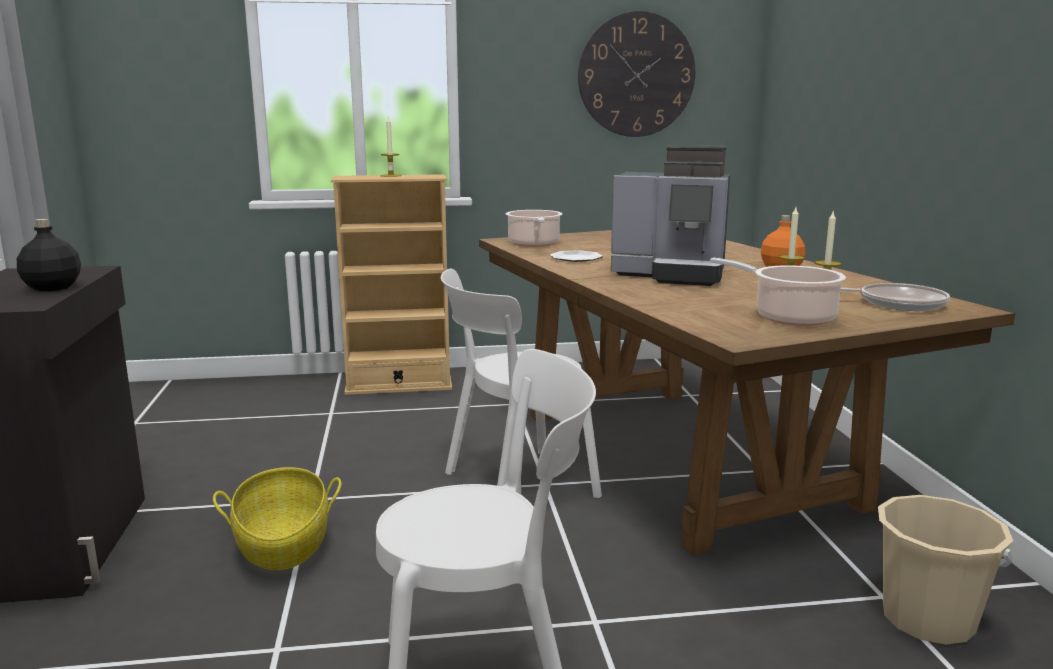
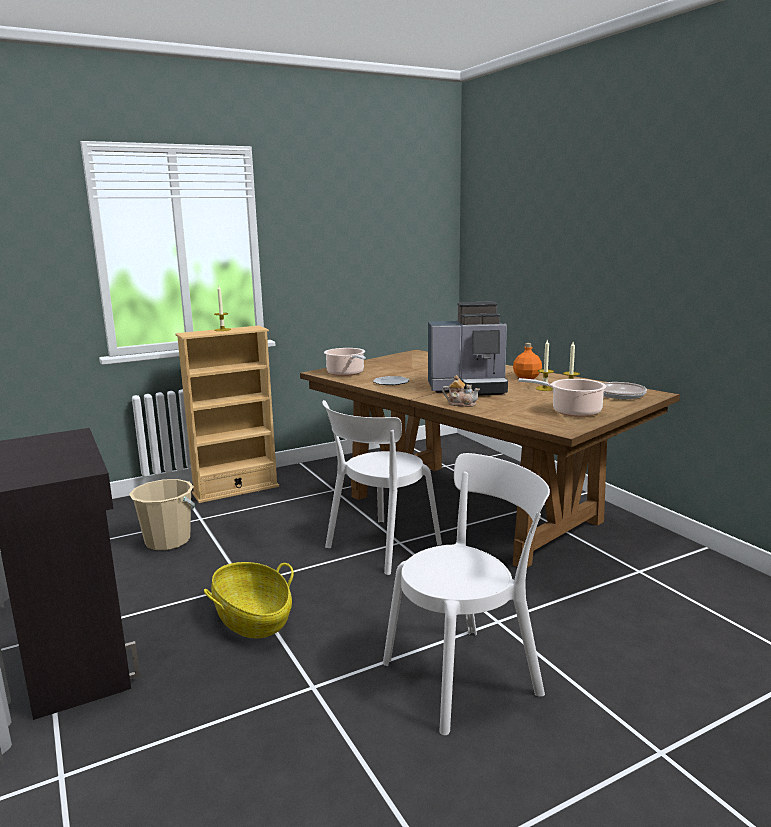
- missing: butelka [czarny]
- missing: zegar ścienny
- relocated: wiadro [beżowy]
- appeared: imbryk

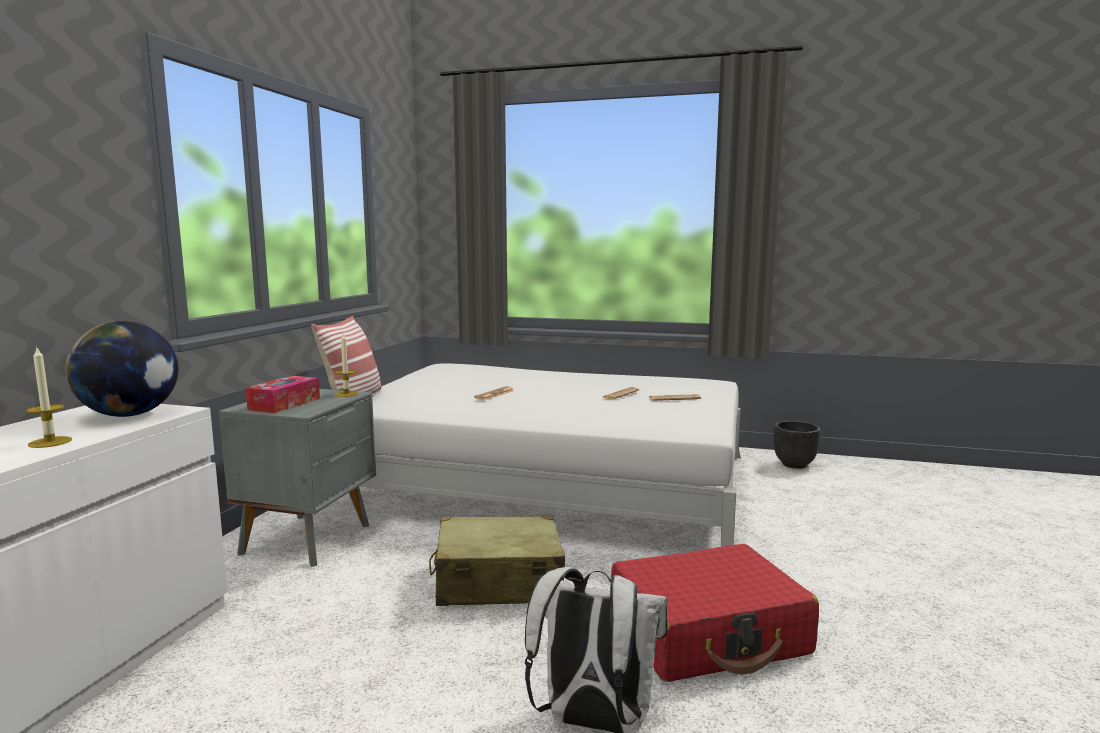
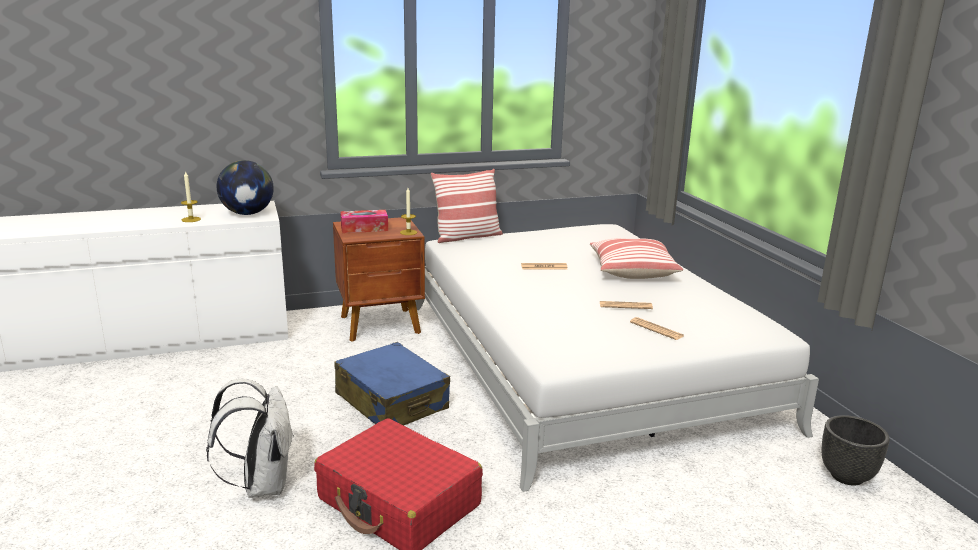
- colour: szafka nocna [szary] to szafka nocna [brązowy]
- colour: walizka [beżowy] to walizka [niebieski]
- appeared: poduszka (no. 2 from left)

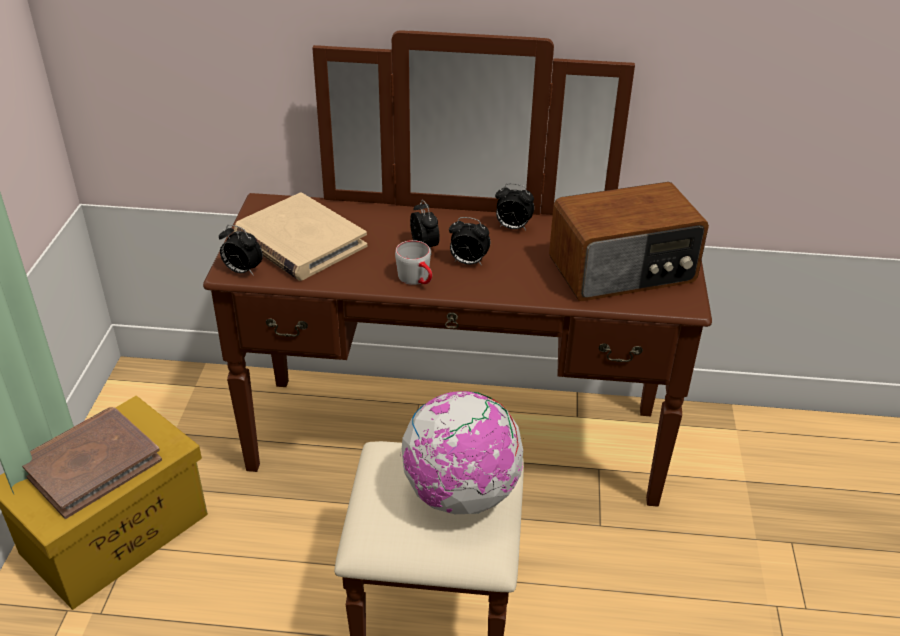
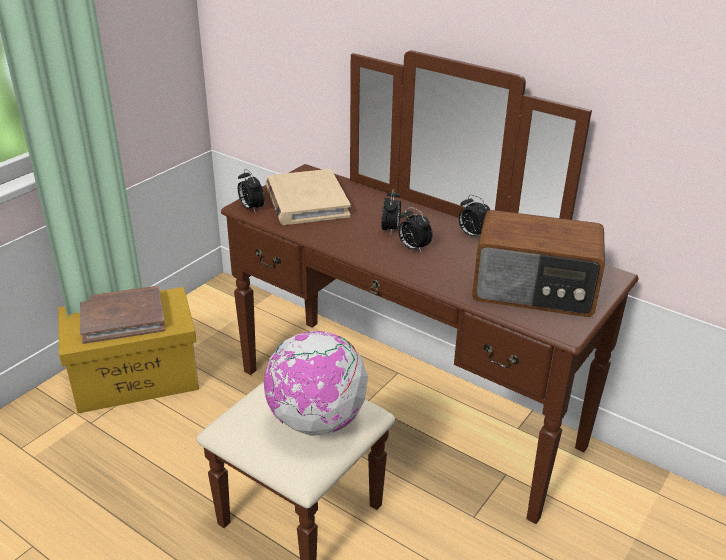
- missing: kubek [szary]

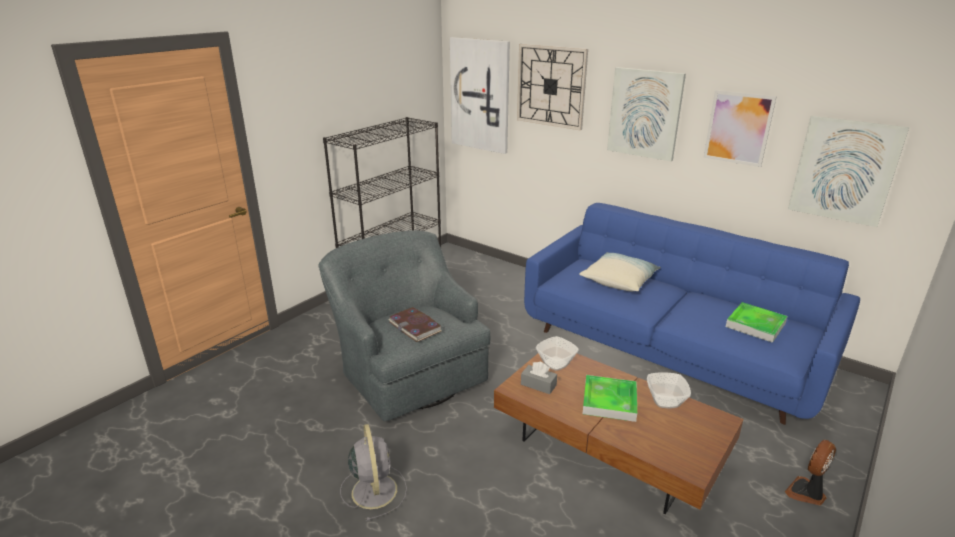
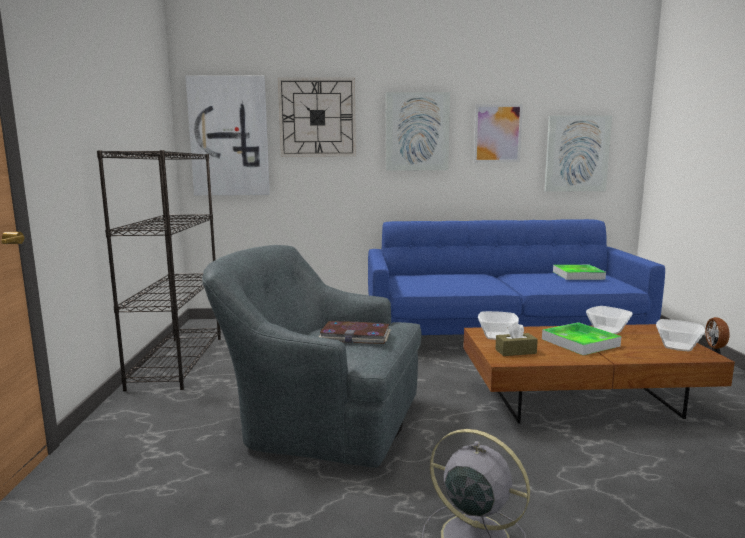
- colour: pudełko chusteczek [szary] to pudełko chusteczek [brązowy]
- missing: poduszka
- appeared: miska (no. 3 from left)

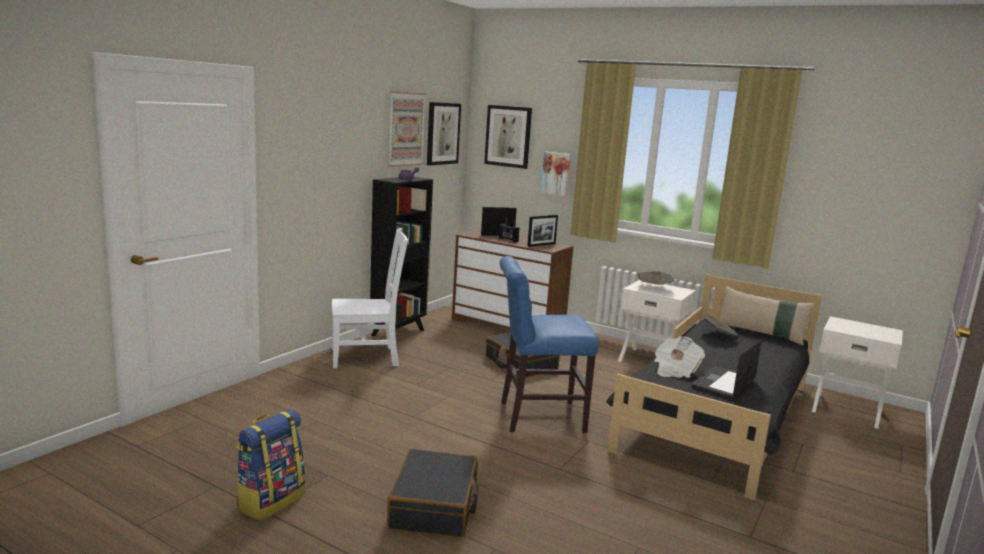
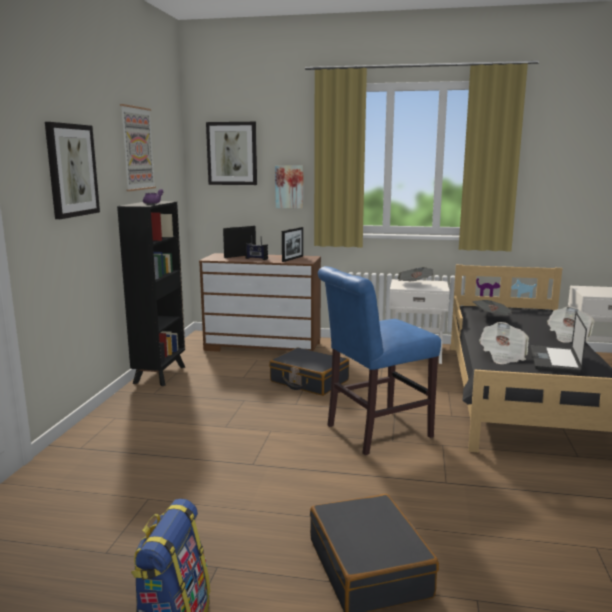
- missing: krzesło [biały]
- relocated: obraz (no. 2 from left in the first image) to obraz (no. 1 from left)
- missing: poduszka [beżowy]
- appeared: gazeta (no. 4 from left)

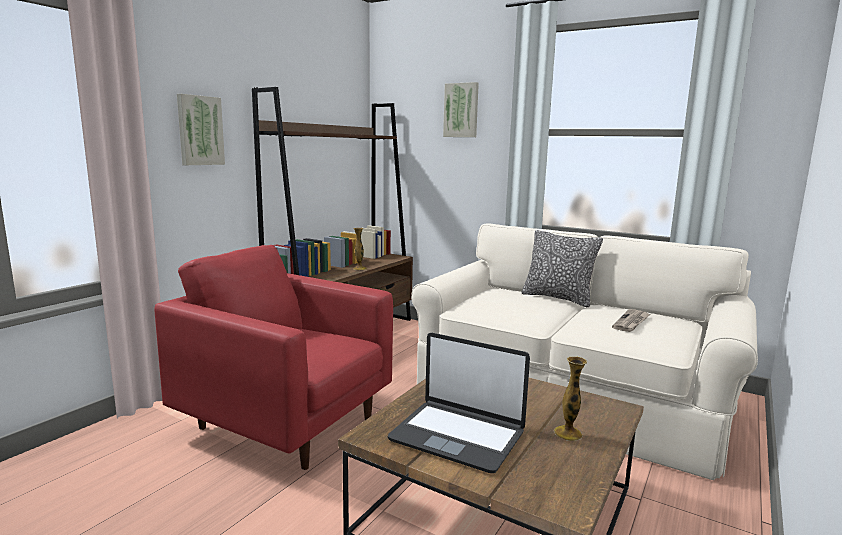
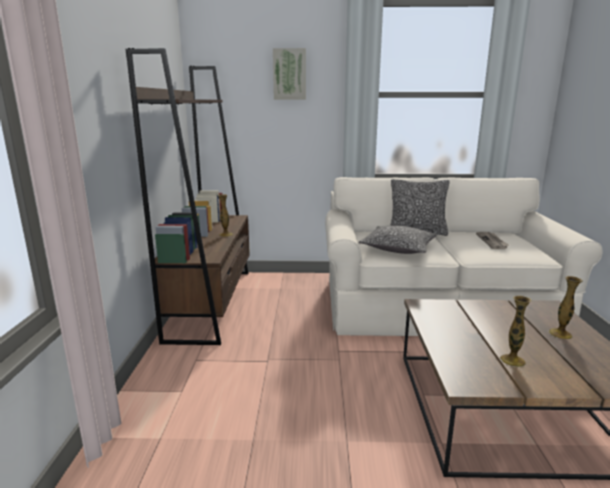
- missing: fotel [czerwony]
- missing: obraz (no. 1 from left)
- exchanged: laptop to wazon (no. 2 from left)
- appeared: poduszka (no. 1 from left)

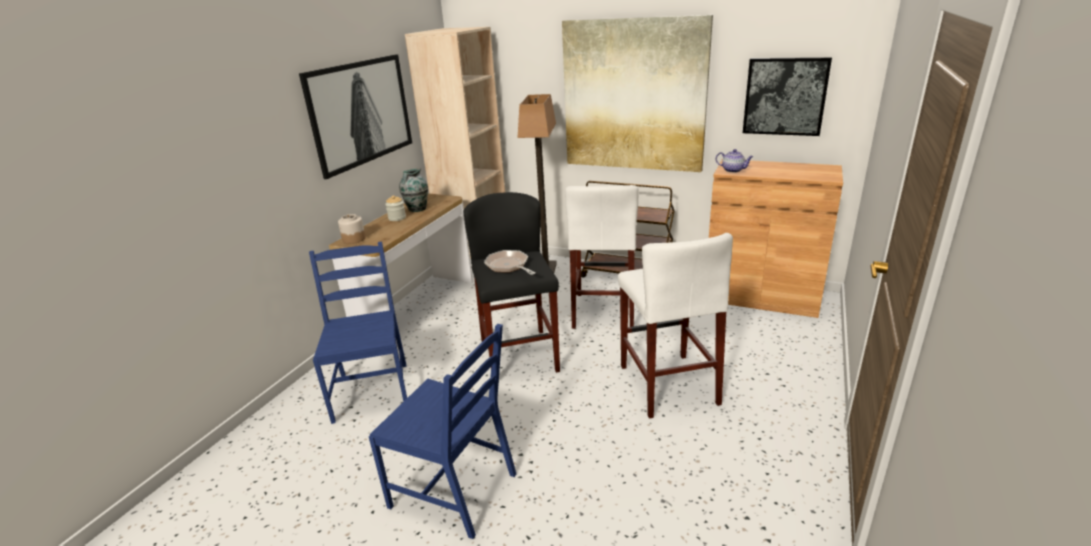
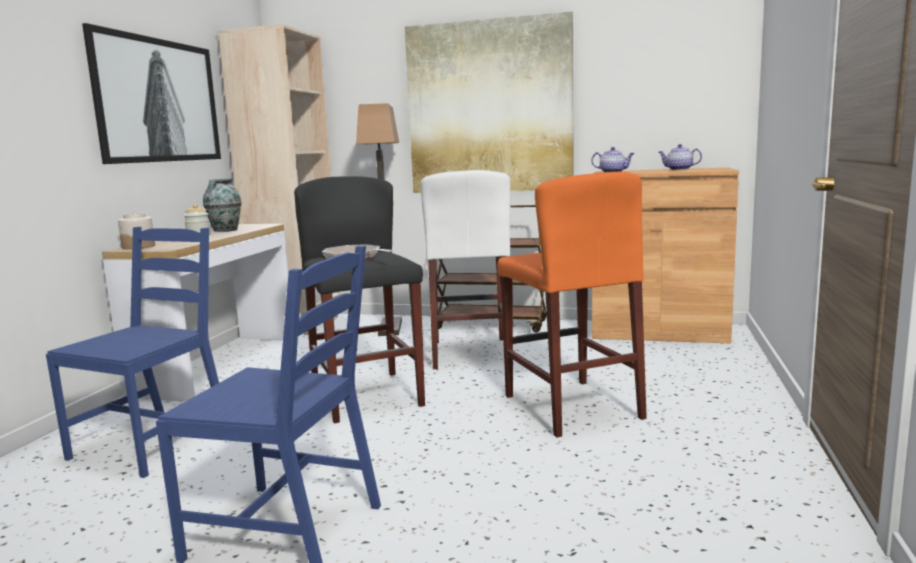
- spun: krzesło [niebieski] (no. 1 from left) 45 degrees clockwise
- colour: stołek [biały] (no. 2 from left) to stołek [pomarańczowy]
- missing: obraz (no. 3 from left)
- appeared: imbryk (no. 2 from left)

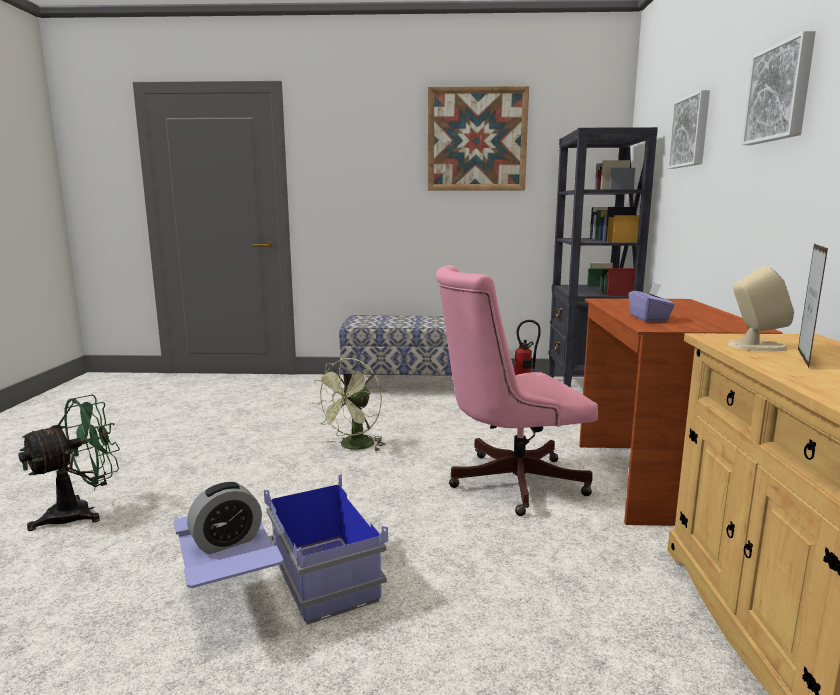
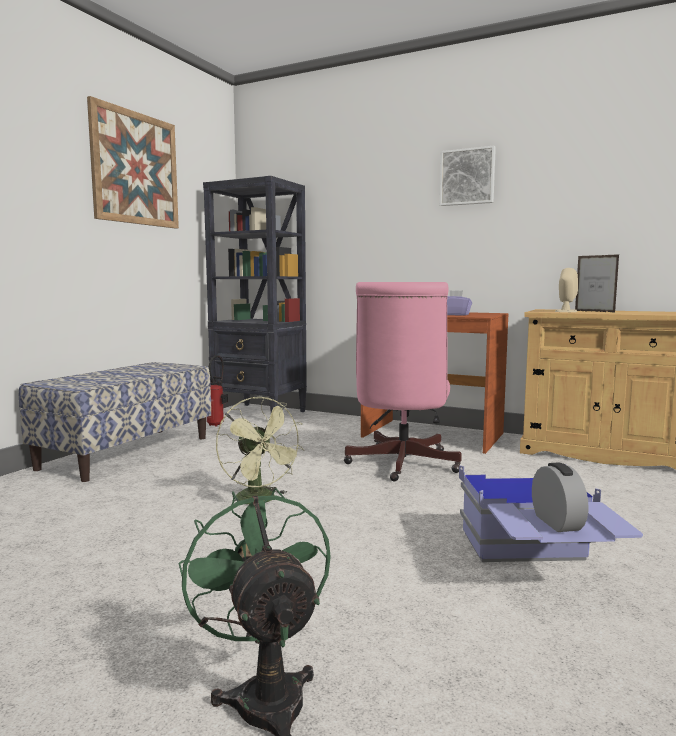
- missing: obraz (no. 2 from left)

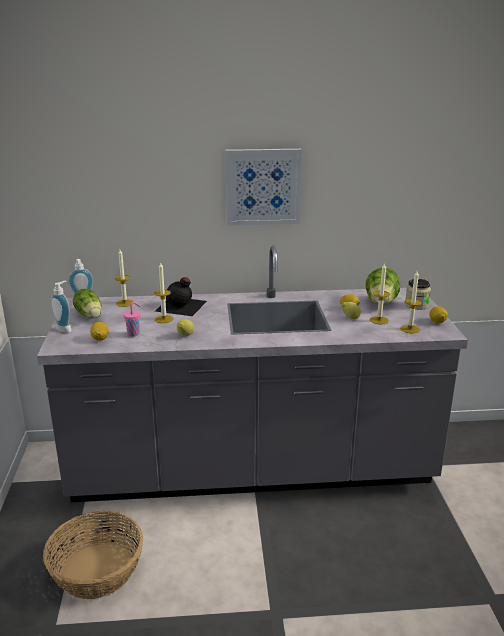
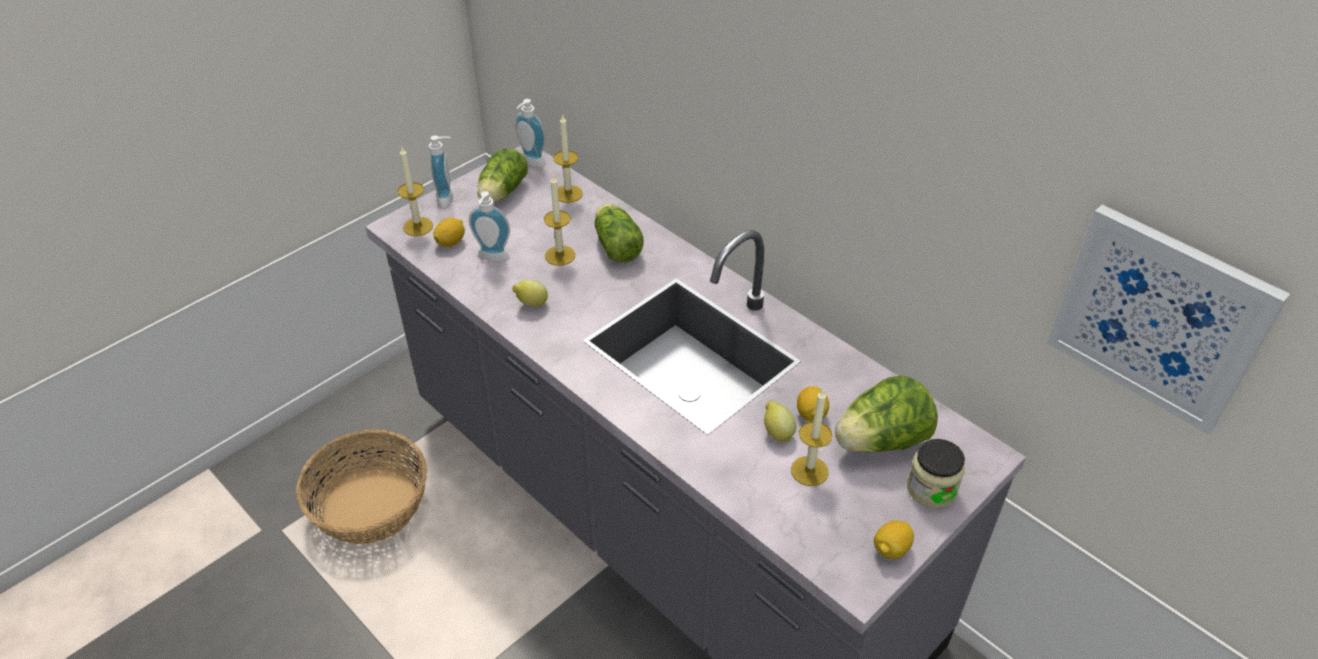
- exchanged: filiżanka [różowy] to dozownik mydła (no. 2 from left)
- exchanged: butelka [czarny] to sałata (no. 2 from left)
- relocated: obraz
- relocated: świeca (no. 4 from left in the first image) to świeca (no. 1 from left)

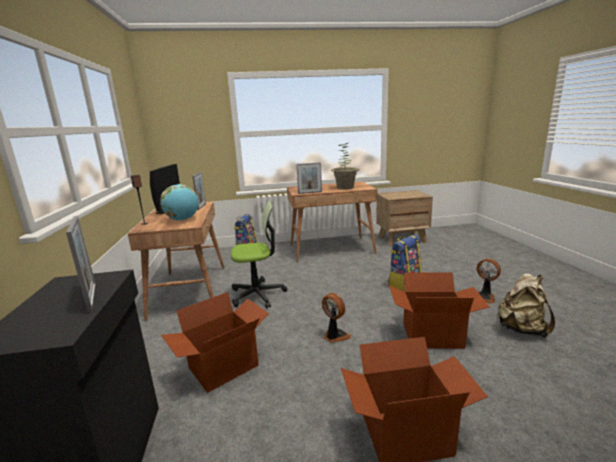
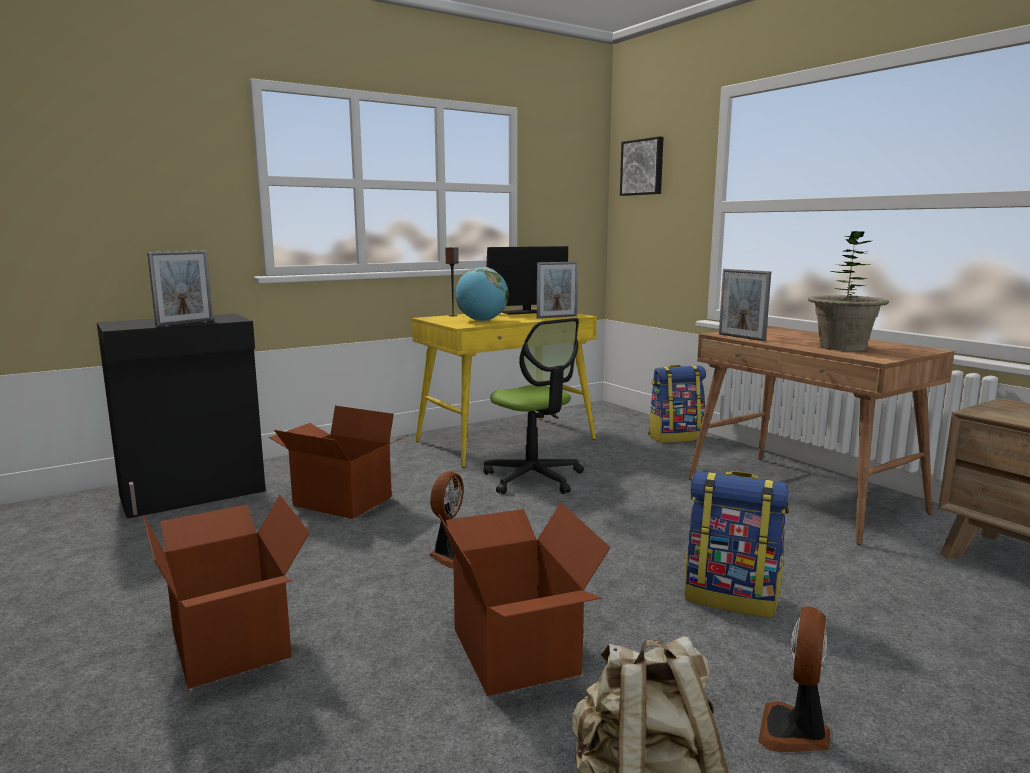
- colour: biurko [brązowy] (no. 1 from left) to biurko [żółty]
- appeared: obraz

